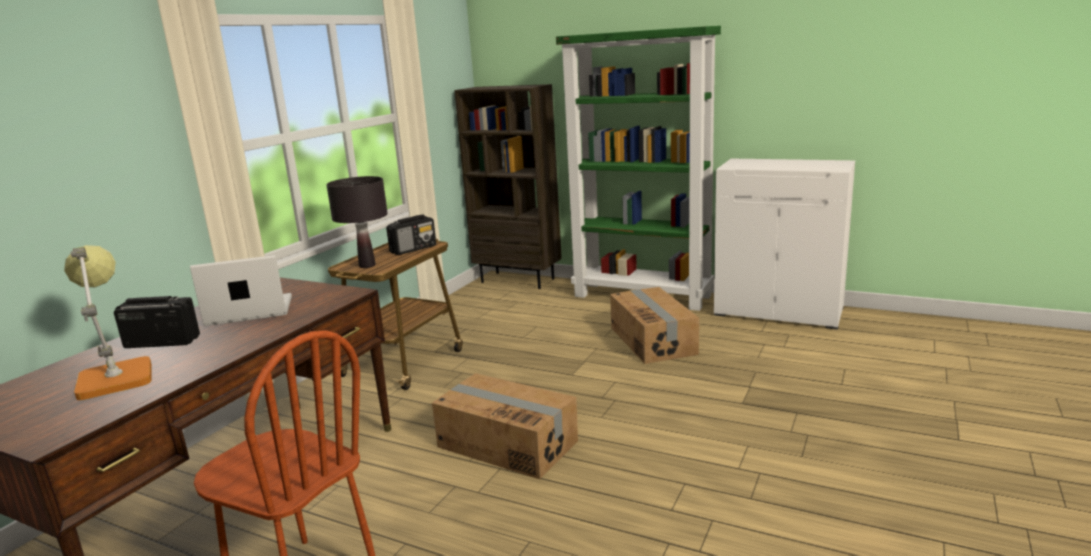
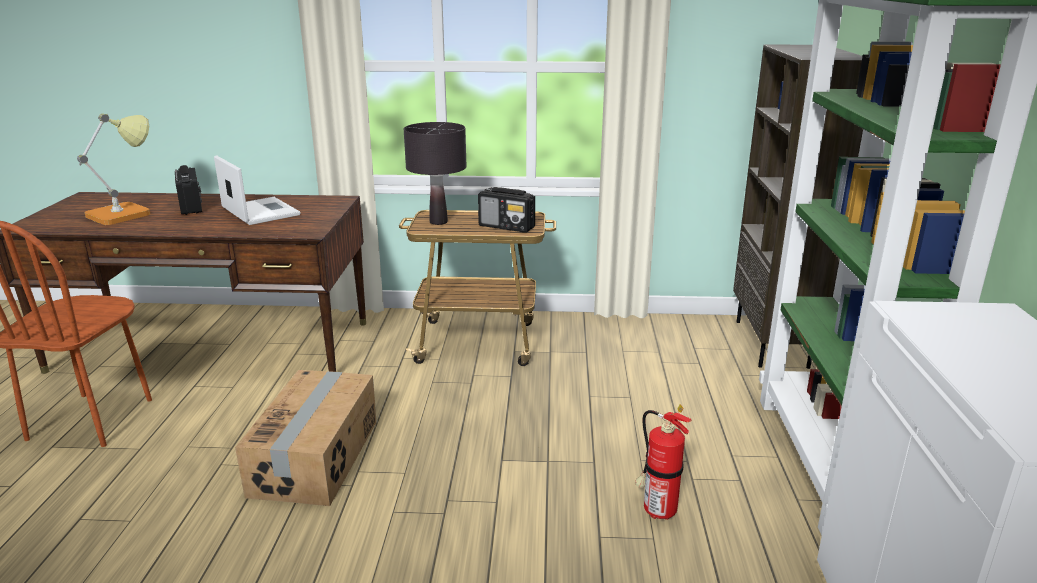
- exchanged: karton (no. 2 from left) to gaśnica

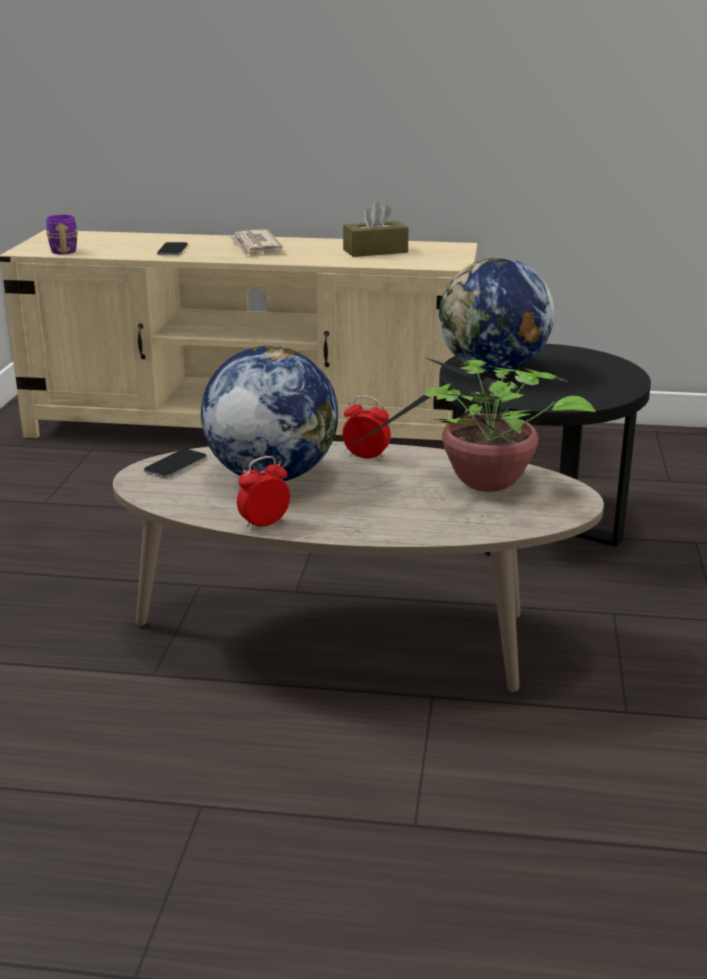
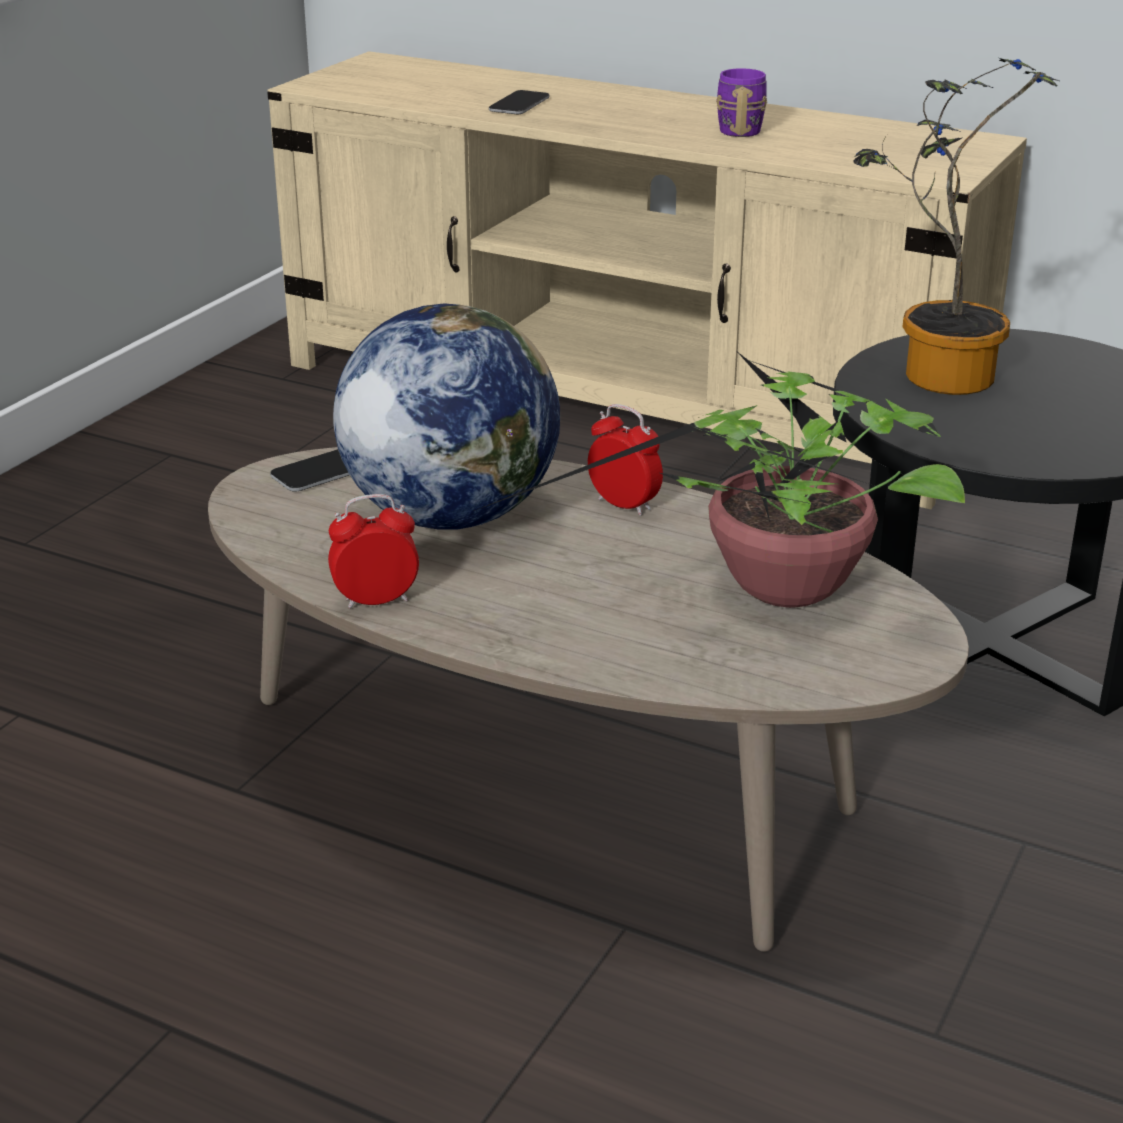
- relocated: kubek [fioletowy]
- missing: gazeta
- missing: pudełko chusteczek [brązowy]
- exchanged: globus (no. 2 from left) to roślina doniczkowa (no. 2 from left)

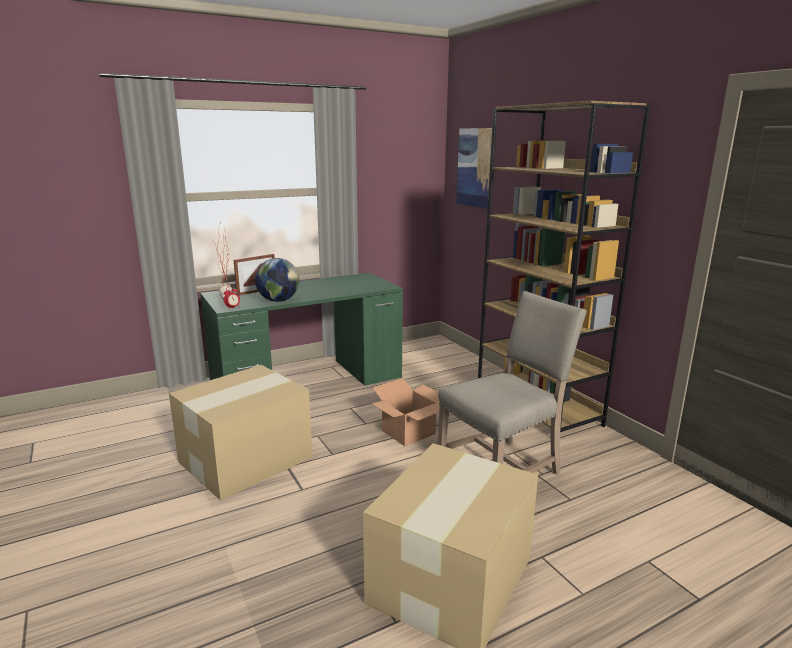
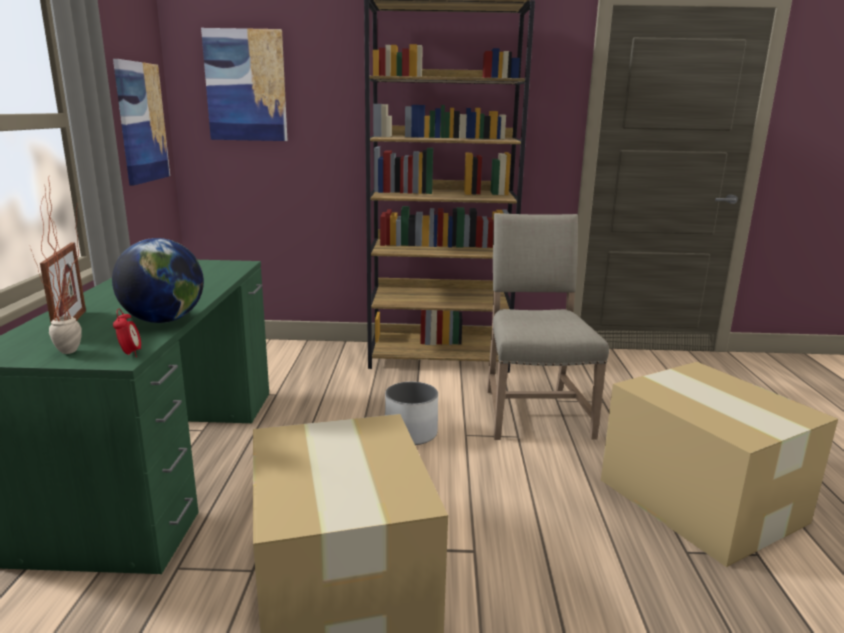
- exchanged: karton (no. 2 from left) to donica [biały]
- appeared: obraz (no. 1 from left)

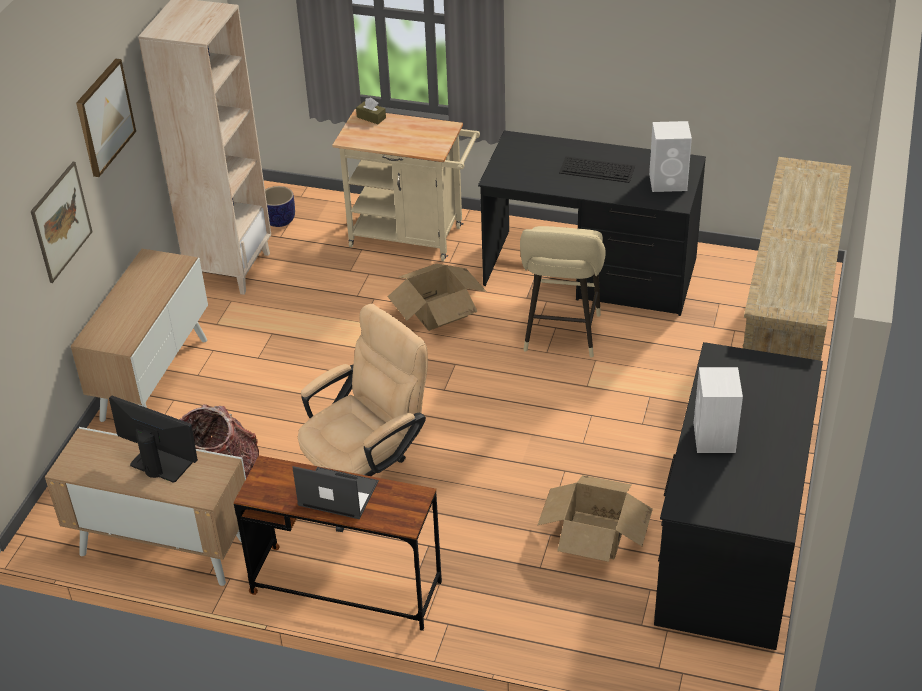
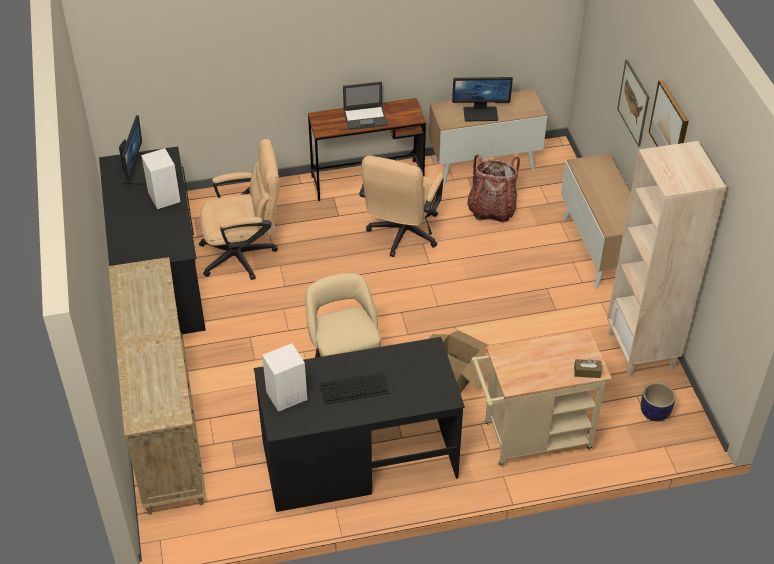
- exchanged: karton (no. 2 from left) to krzesło biurowe [beżowy] (no. 1 from left)
- appeared: monitor (no. 1 from left)

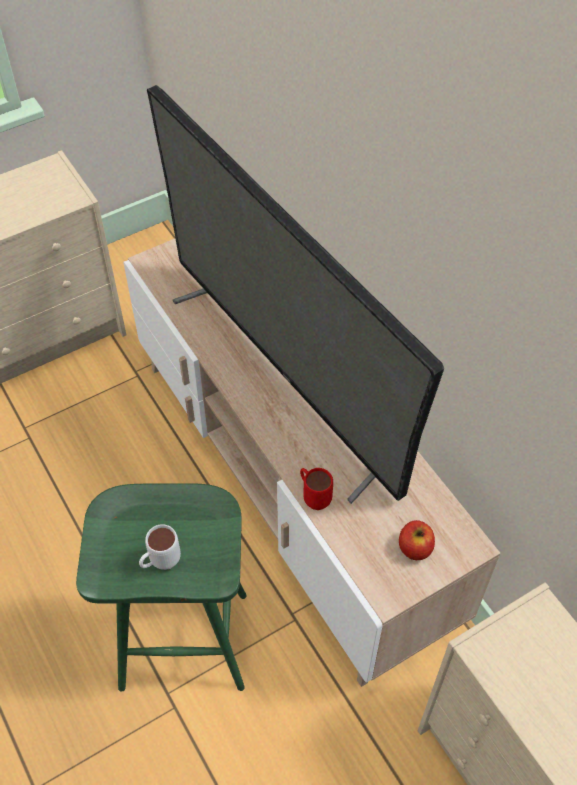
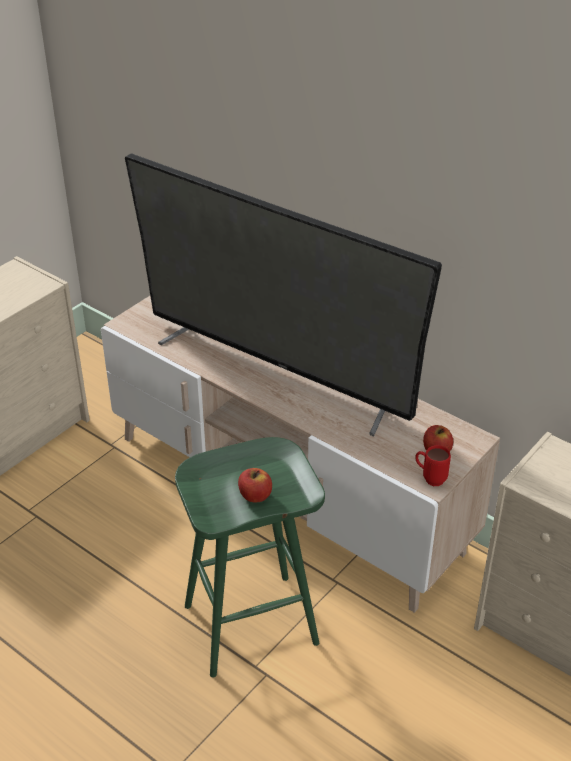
- exchanged: kubek [biały] to jabłko (no. 1 from left)
- relocated: kubek [czerwony]

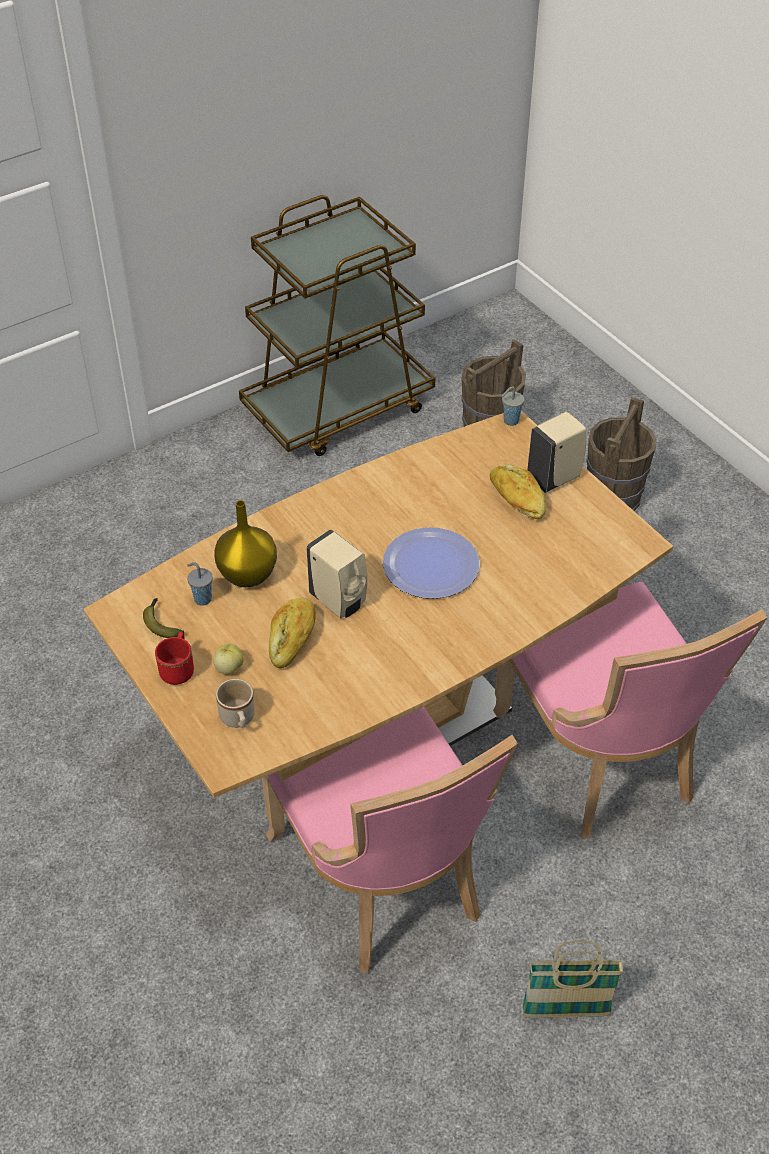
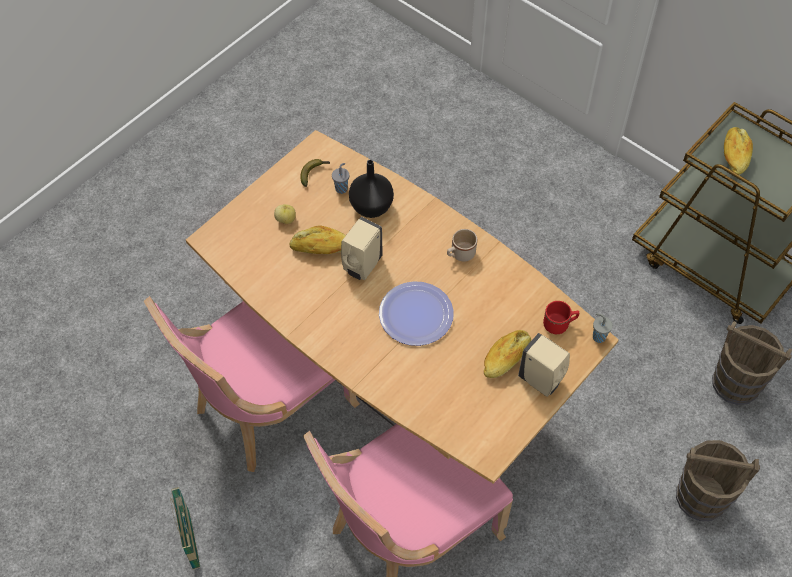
- relocated: kubek [czerwony]
- colour: wazon [żółty] to wazon [czarny]
- relocated: kubek [beżowy]
- appeared: chleb (no. 3 from left)

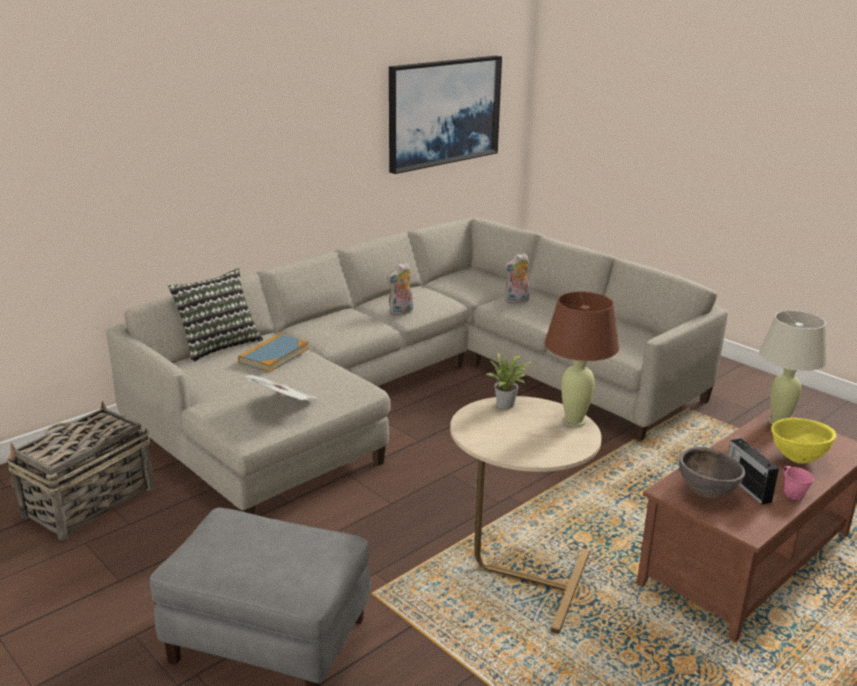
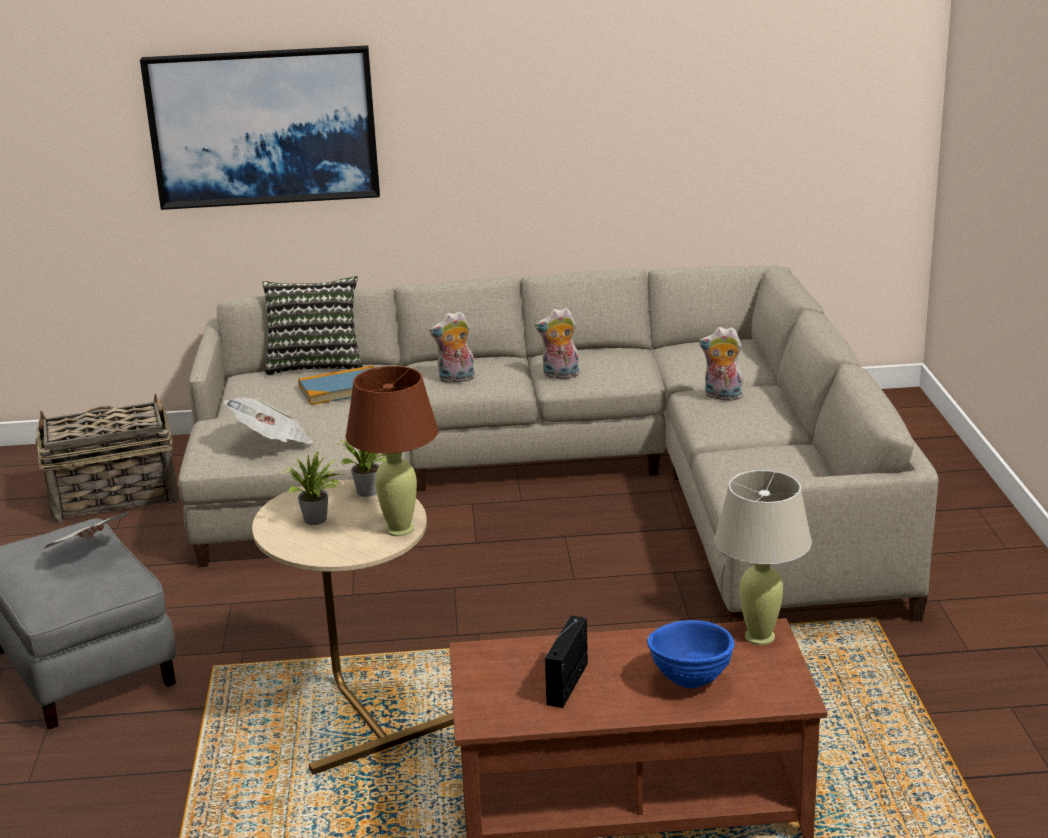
- relocated: obraz
- missing: miska [brązowy]
- colour: miska [żółty] to miska [niebieski]
- missing: kubek [różowy]
- appeared: gazeta (no. 1 from left)
- appeared: roślina doniczkowa (no. 1 from left)
- appeared: pluszak (no. 1 from left)

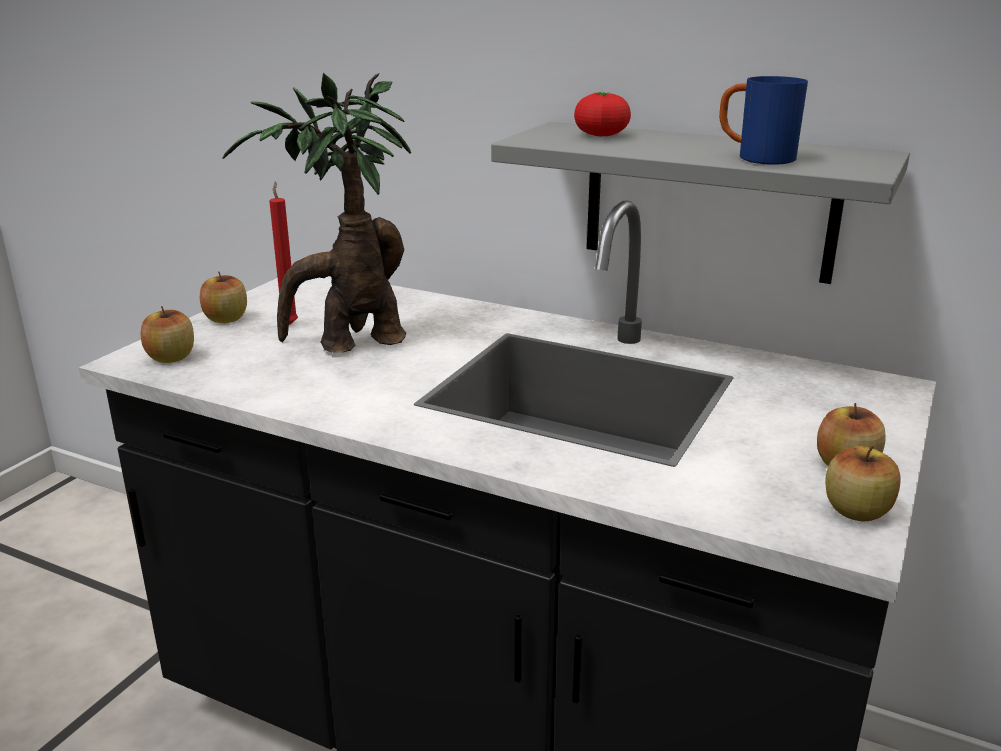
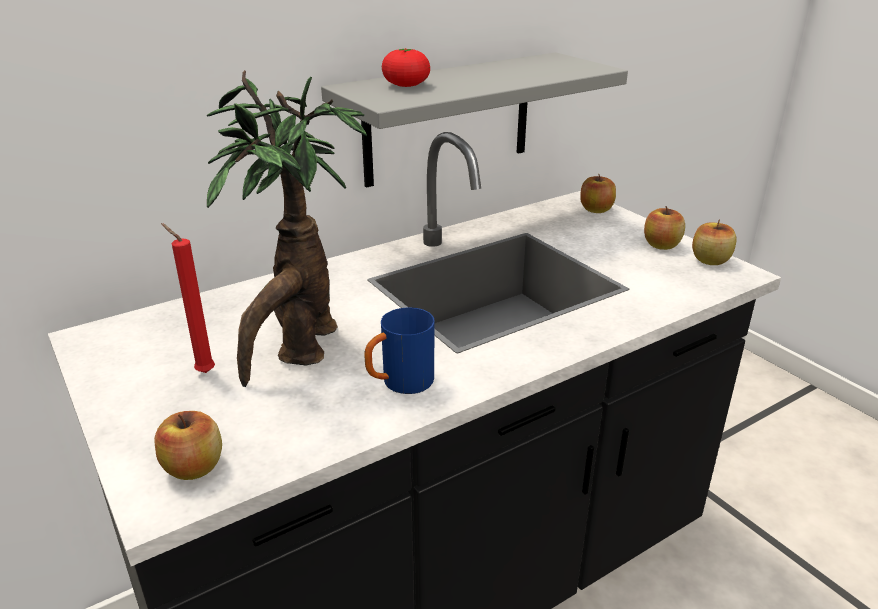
- relocated: jabłko (no. 2 from left)
- relocated: kubek [niebieski]

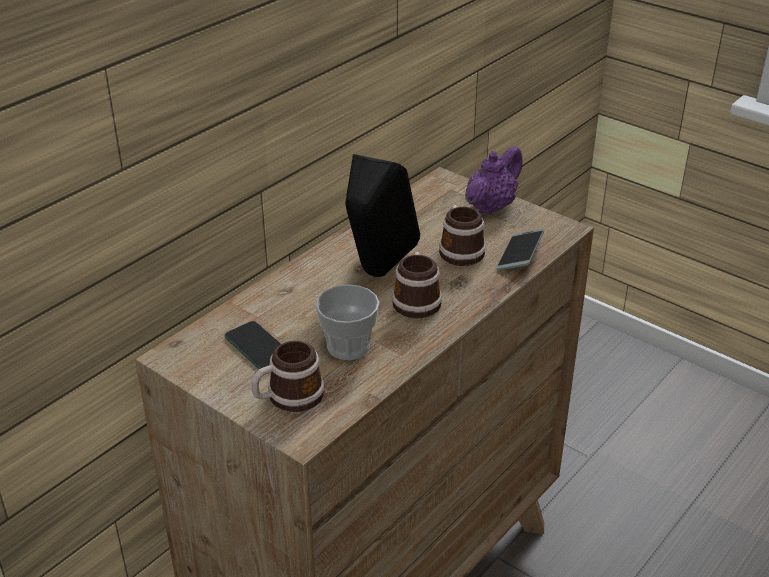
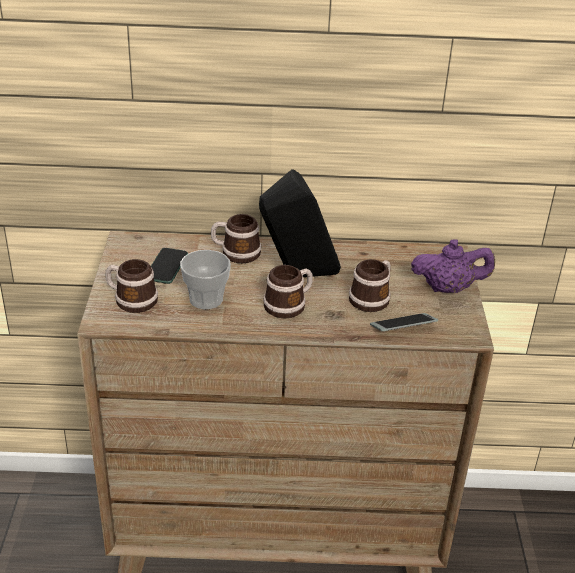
- appeared: kubek (no. 2 from left)

